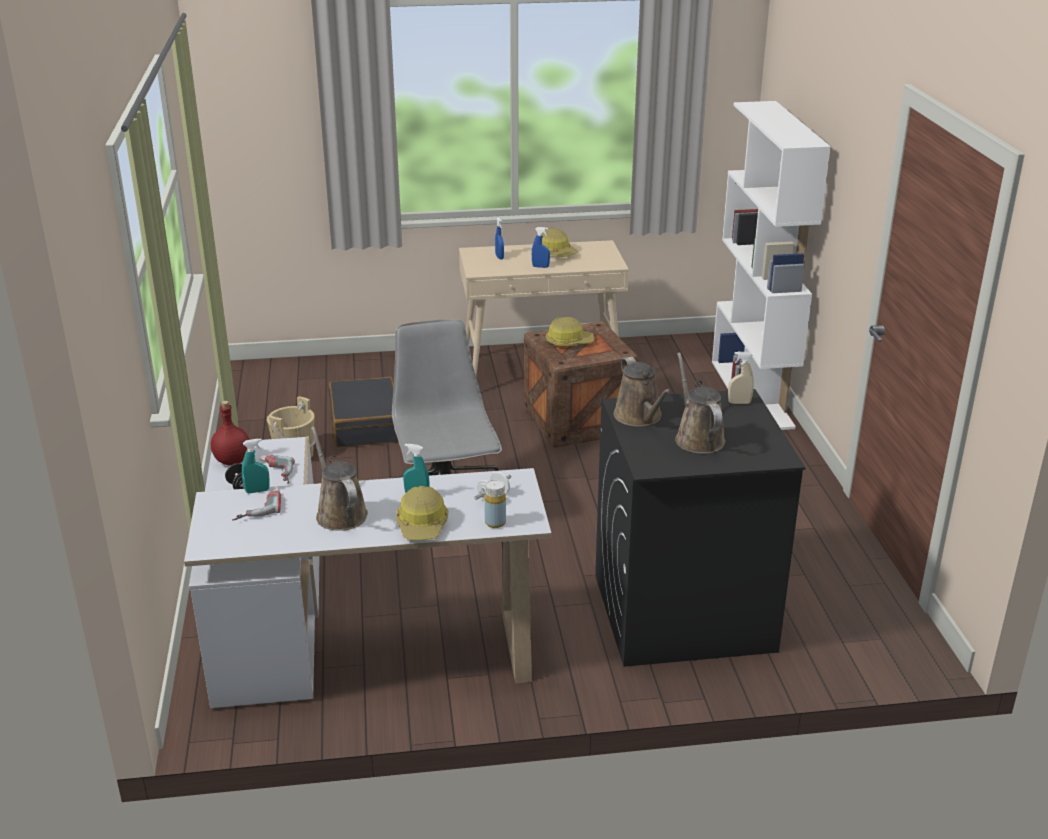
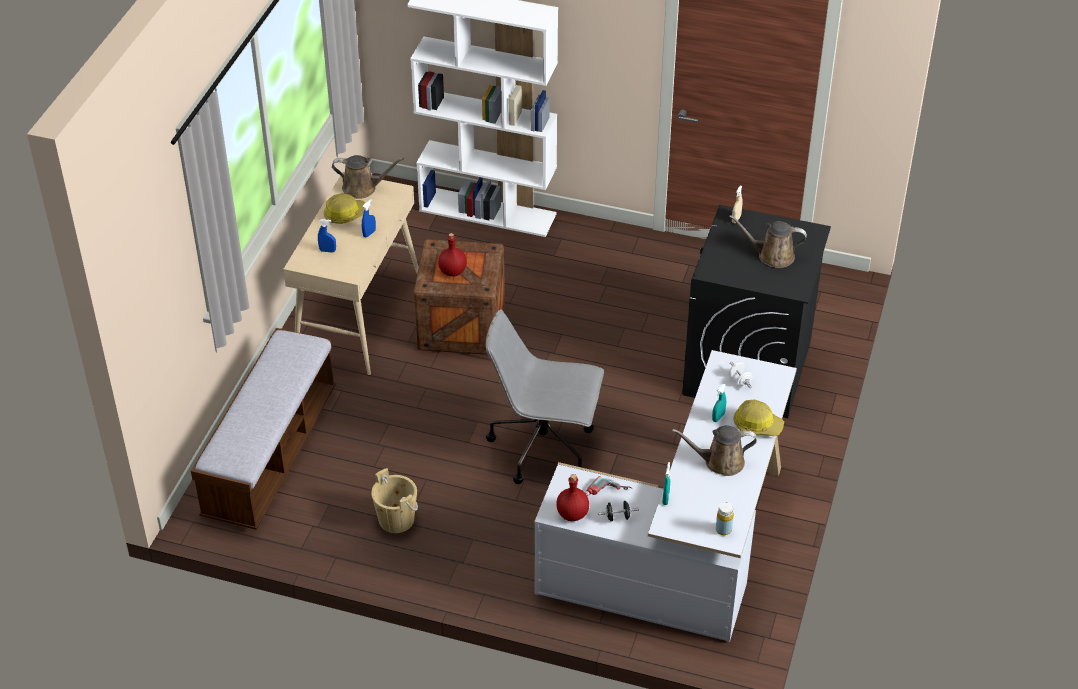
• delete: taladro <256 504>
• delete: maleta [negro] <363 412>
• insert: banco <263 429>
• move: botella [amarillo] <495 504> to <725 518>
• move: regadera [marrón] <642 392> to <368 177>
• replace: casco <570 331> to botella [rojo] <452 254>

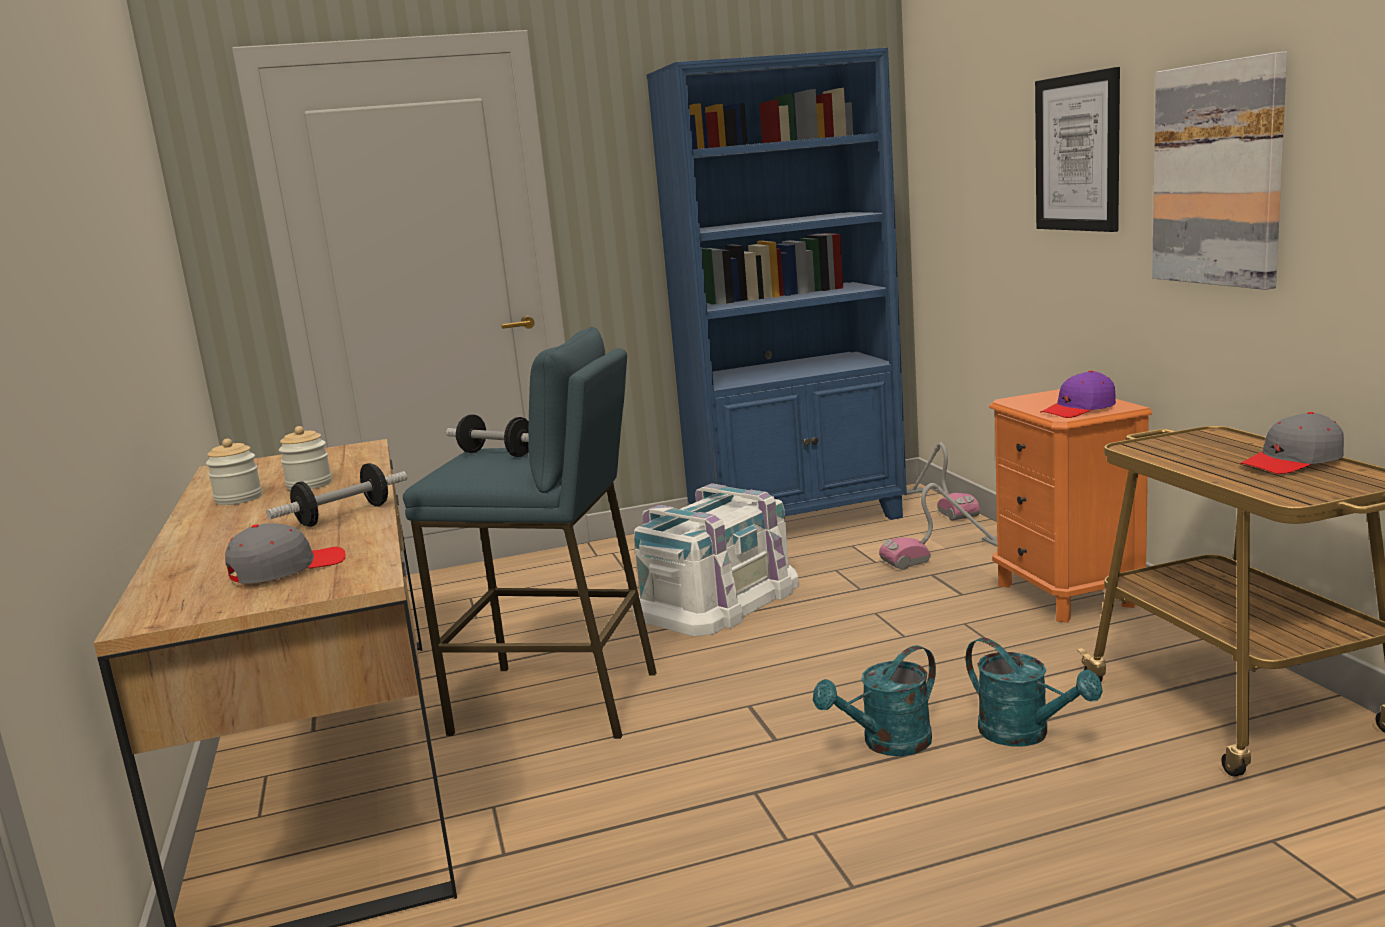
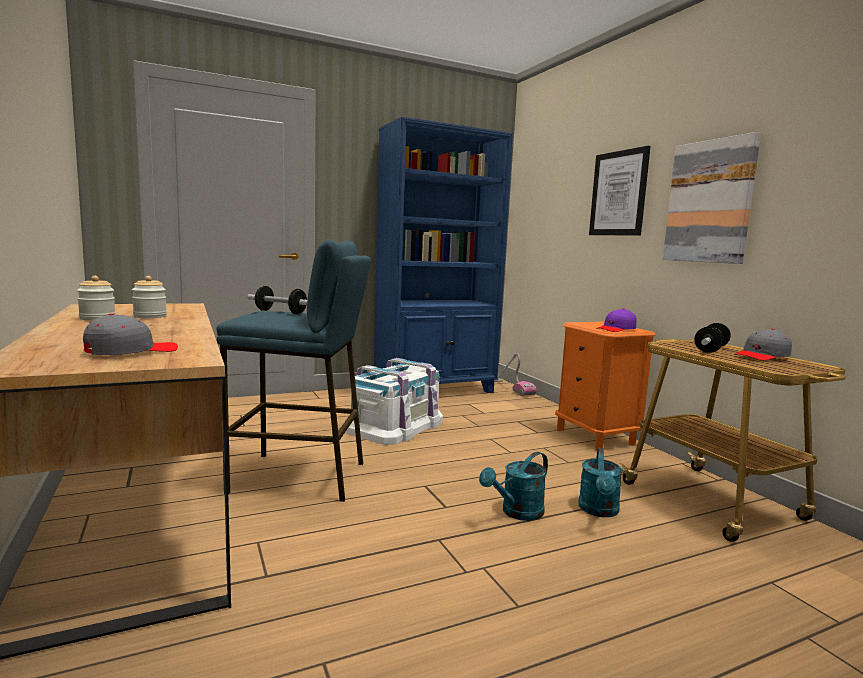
• delete: aspiradora <938 526>
• move: mancuerna <336 495> to <712 338>
• rotate: regadera [turquesa] <1034 691> = <600 482> 60 degrees clockwise

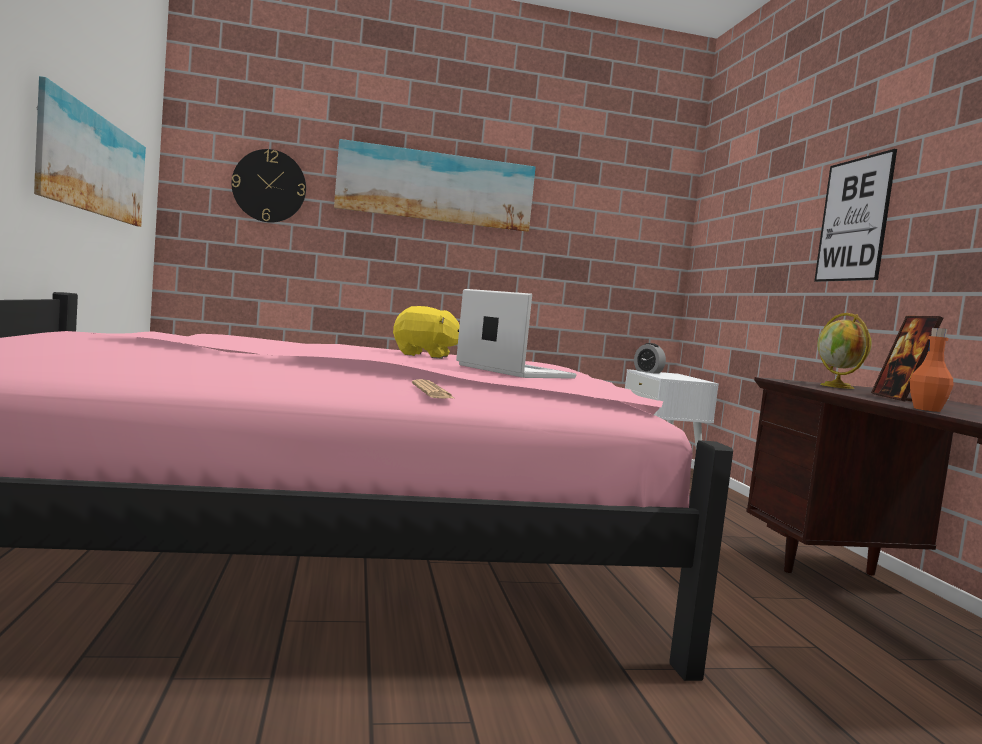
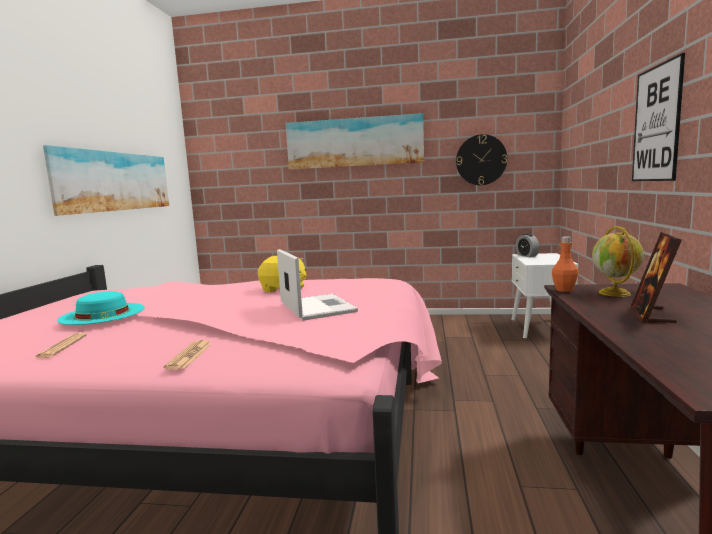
• insert: periódico <61 345>
• insert: sombrero [turquesa] <101 308>
• move: reloj de pared <269 186> to <481 159>
• move: botella [naranja] <931 370> to <565 264>

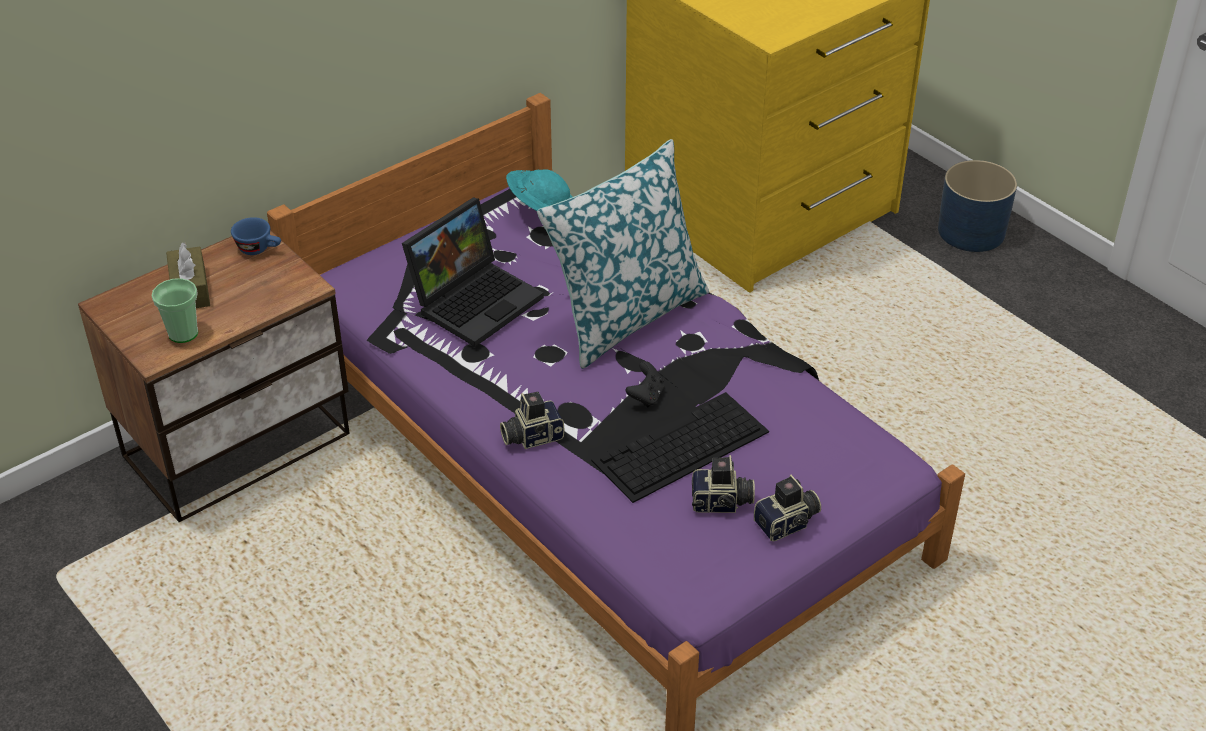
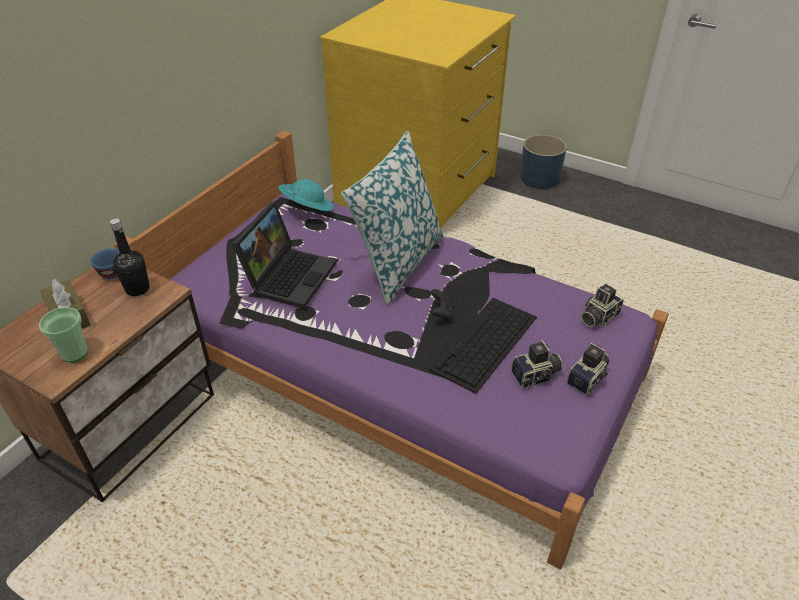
• insert: botella [negro] <130 257>
• move: cámara <532 420> to <602 305>

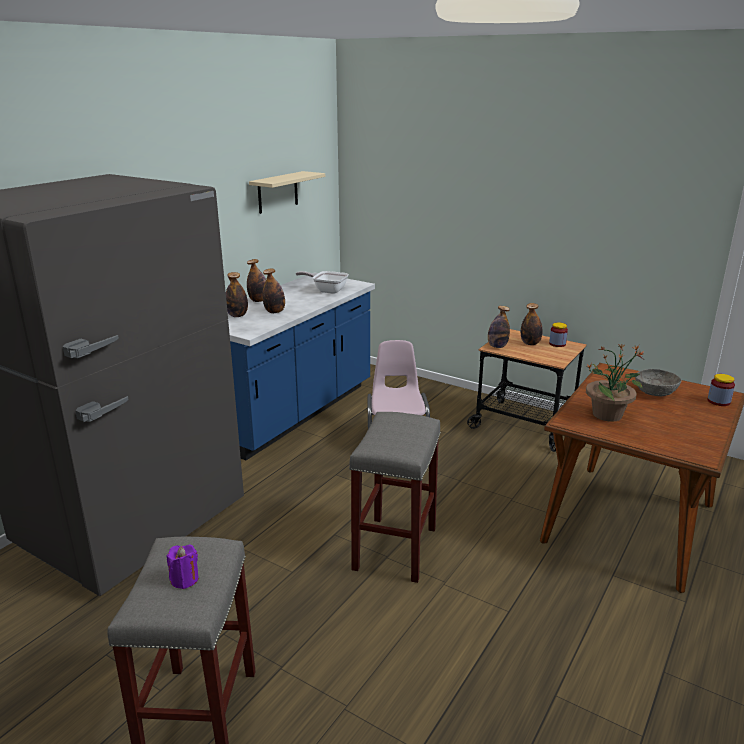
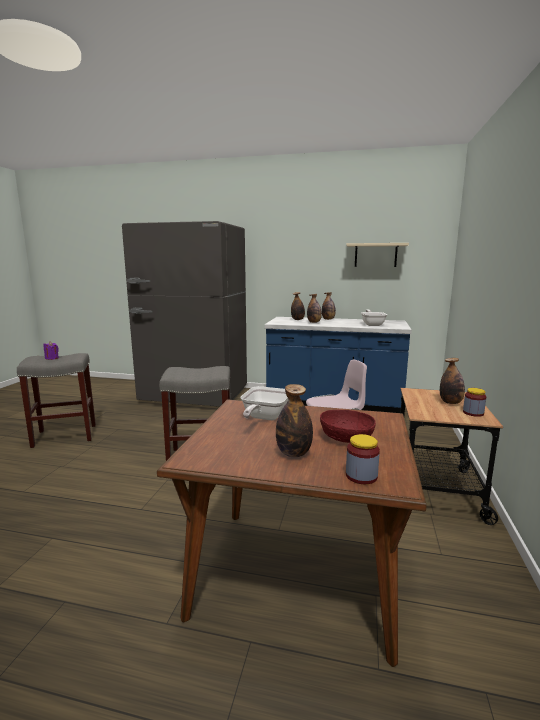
• move: botella <499 327> to <294 420>
• replace: planta en maceta <614 383> to sartén <264 403>
• recolor: cuenco [gris] <658 382> to cuenco [rojo] <348 426>

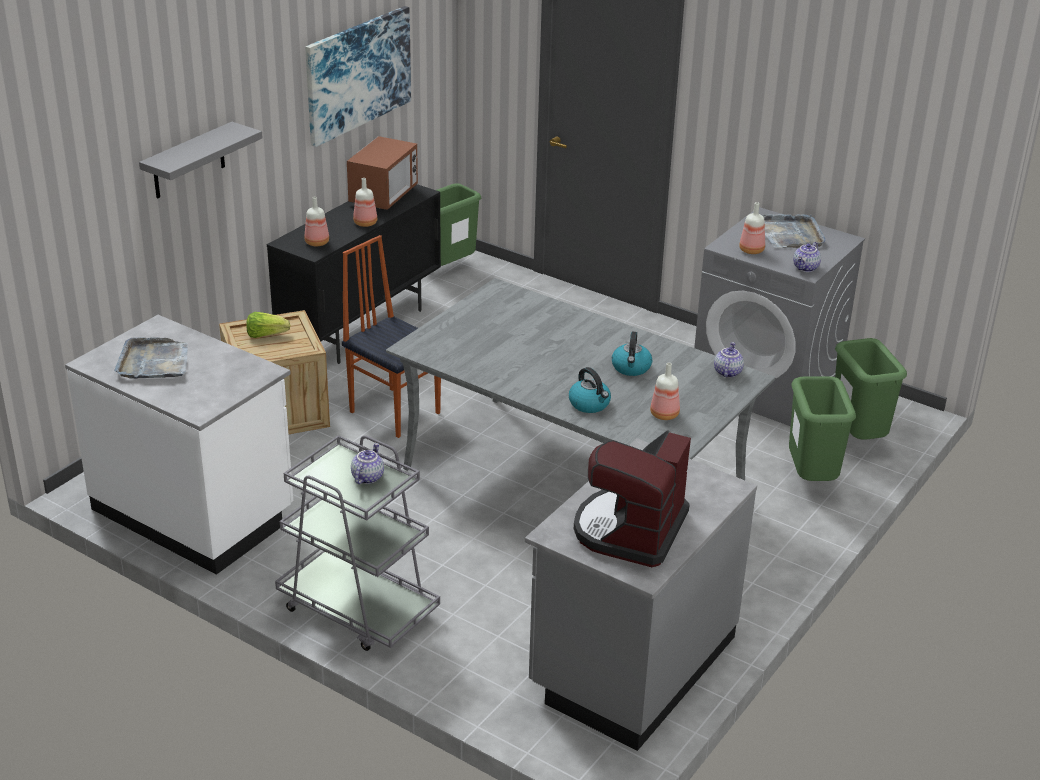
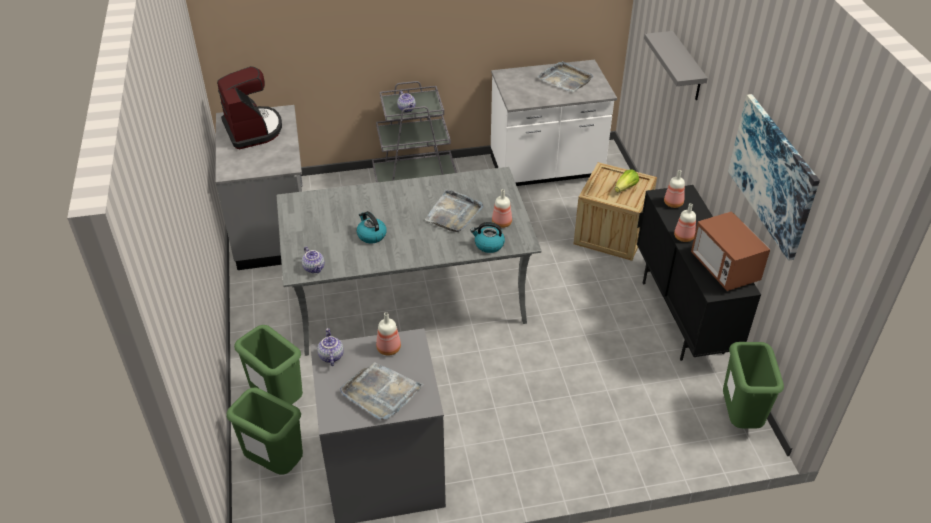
• delete: silla <391 336>
• insert: bandeja [gris] <454 210>
• move: hervidor <590 390> to <487 237>
• move: botella <665 391> to <502 208>

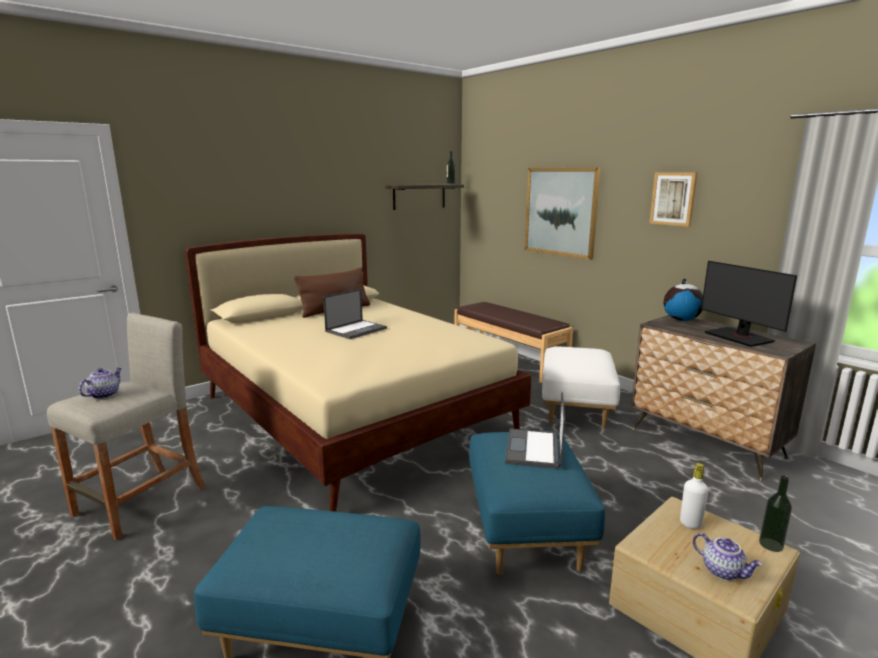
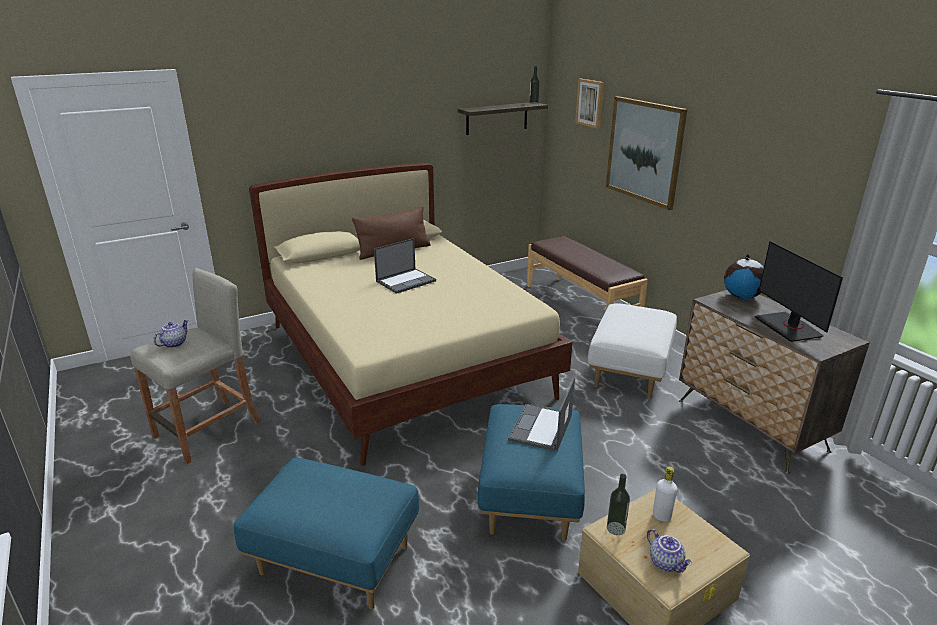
• move: cuadro <673 200> to <589 104>
• move: botella <775 513> to <618 504>

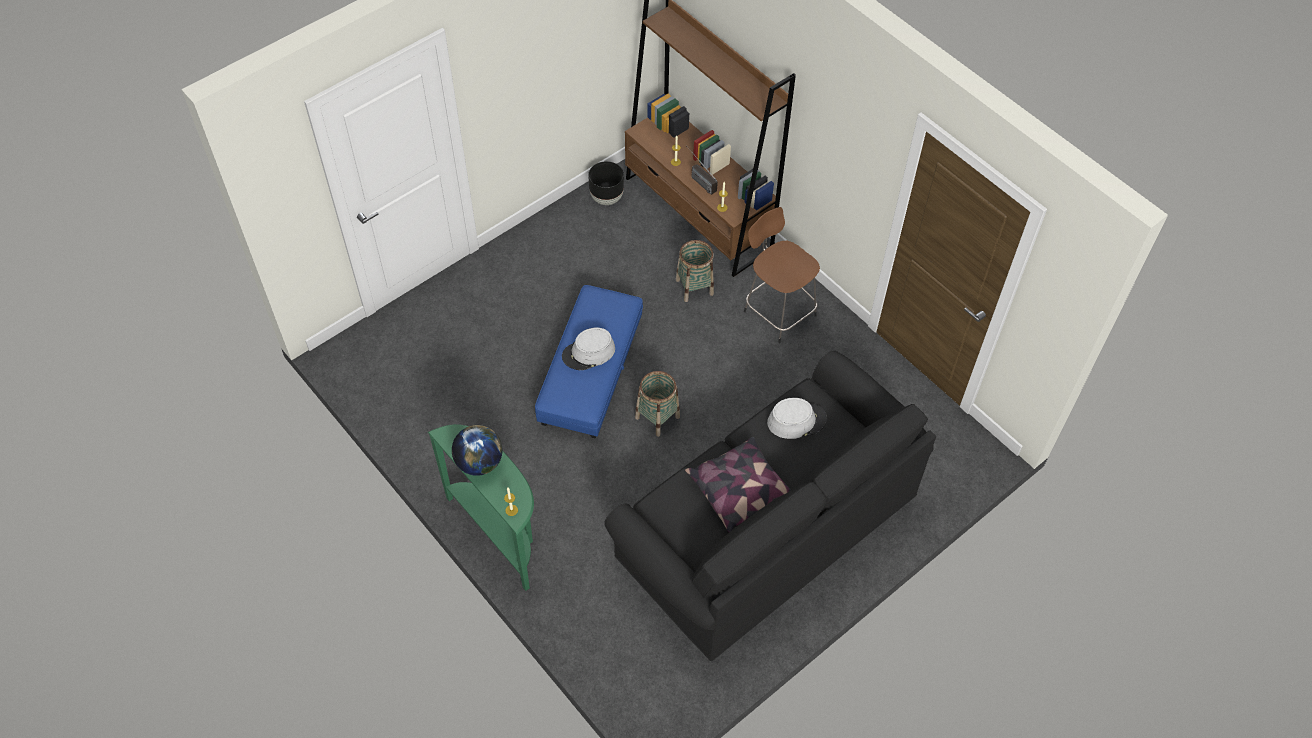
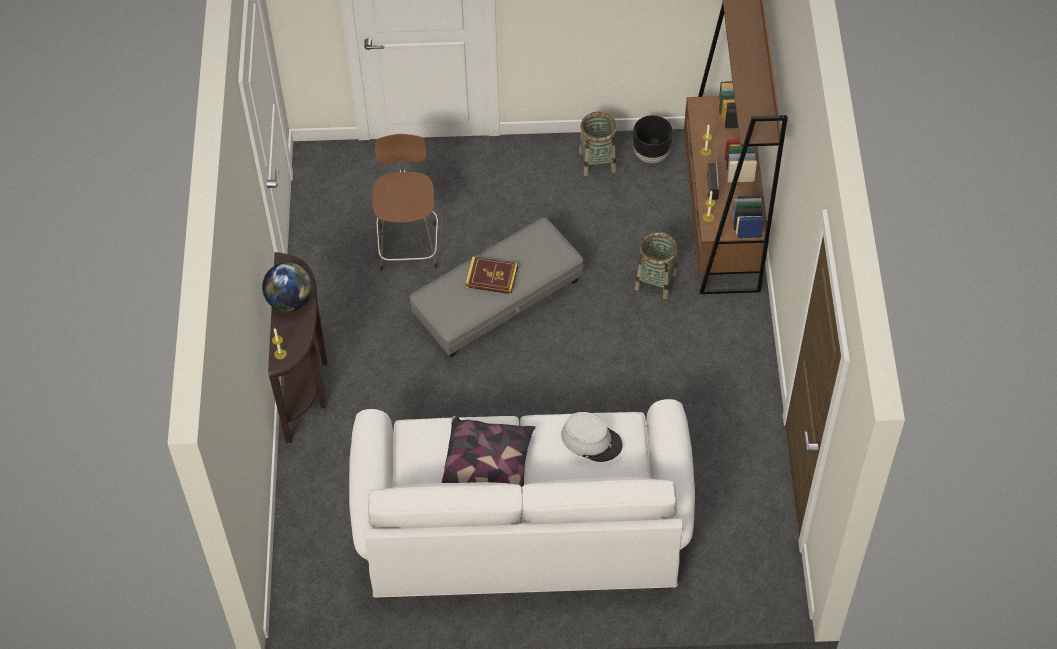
• move: cesta <657 404> to <598 144>
• move: taburete [marrón] <782 275> to <405 202>
• replace: sombrero [gris] <588 349> to libro <491 276>
• recolor: mesa consola [verde] <481 507> to mesa consola [marrón] <298 347>
• recolor: puf [azul] <589 362> to puf [gris] <496 288>
• recolor: sofá [negro] <770 505> to sofá [blanco] <522 498>

